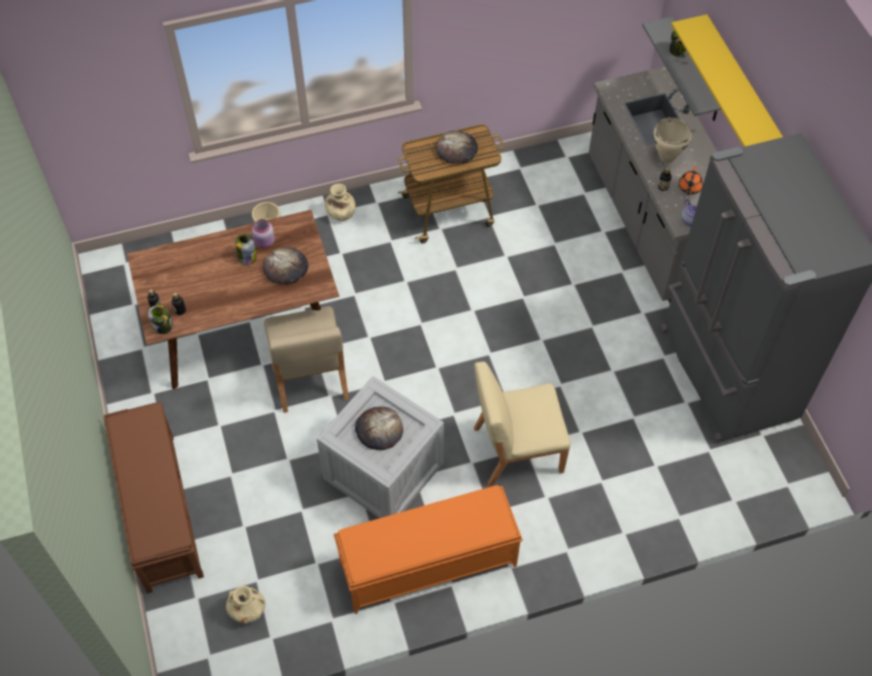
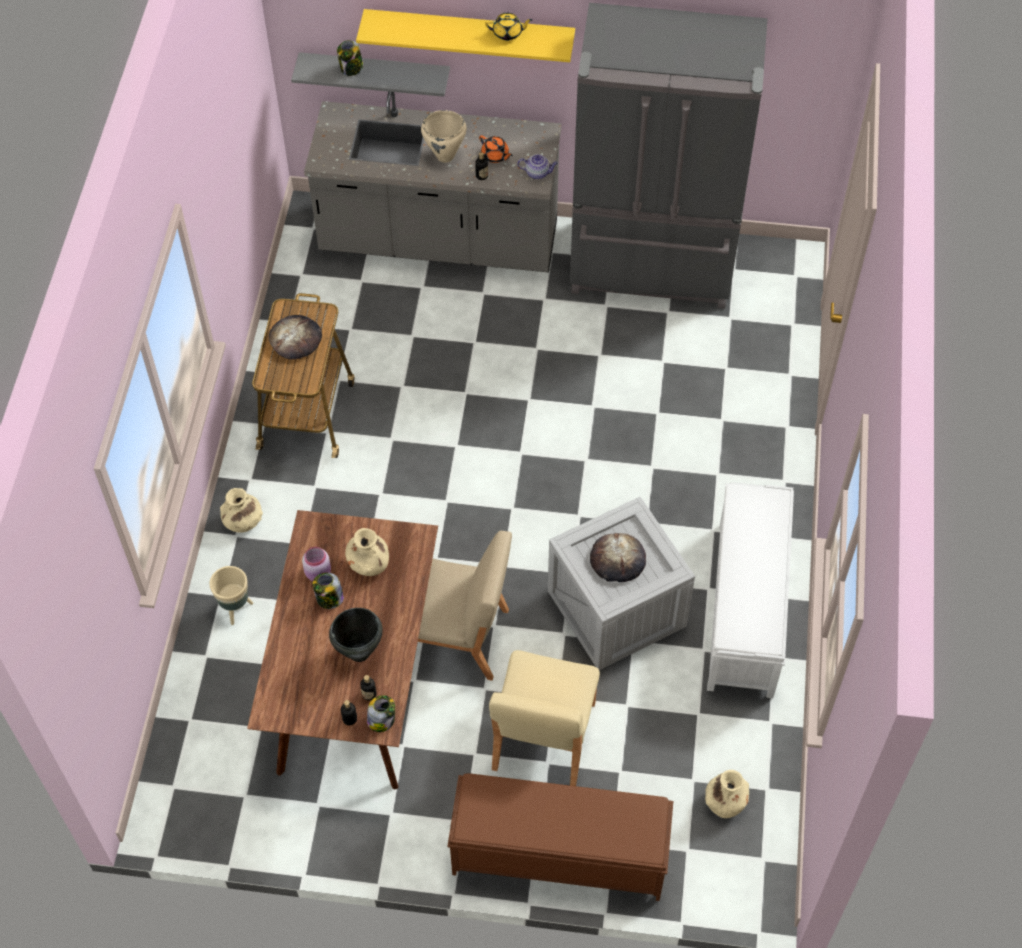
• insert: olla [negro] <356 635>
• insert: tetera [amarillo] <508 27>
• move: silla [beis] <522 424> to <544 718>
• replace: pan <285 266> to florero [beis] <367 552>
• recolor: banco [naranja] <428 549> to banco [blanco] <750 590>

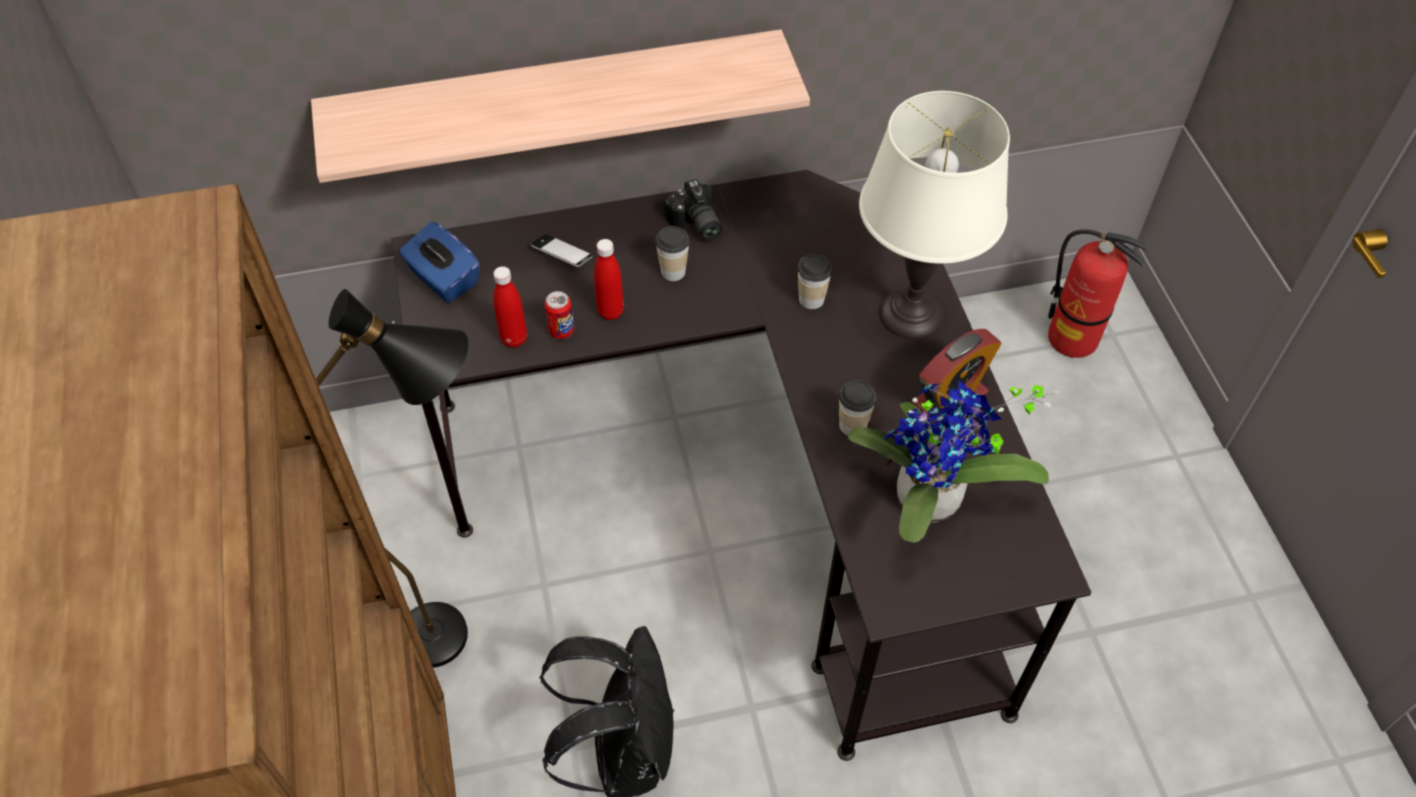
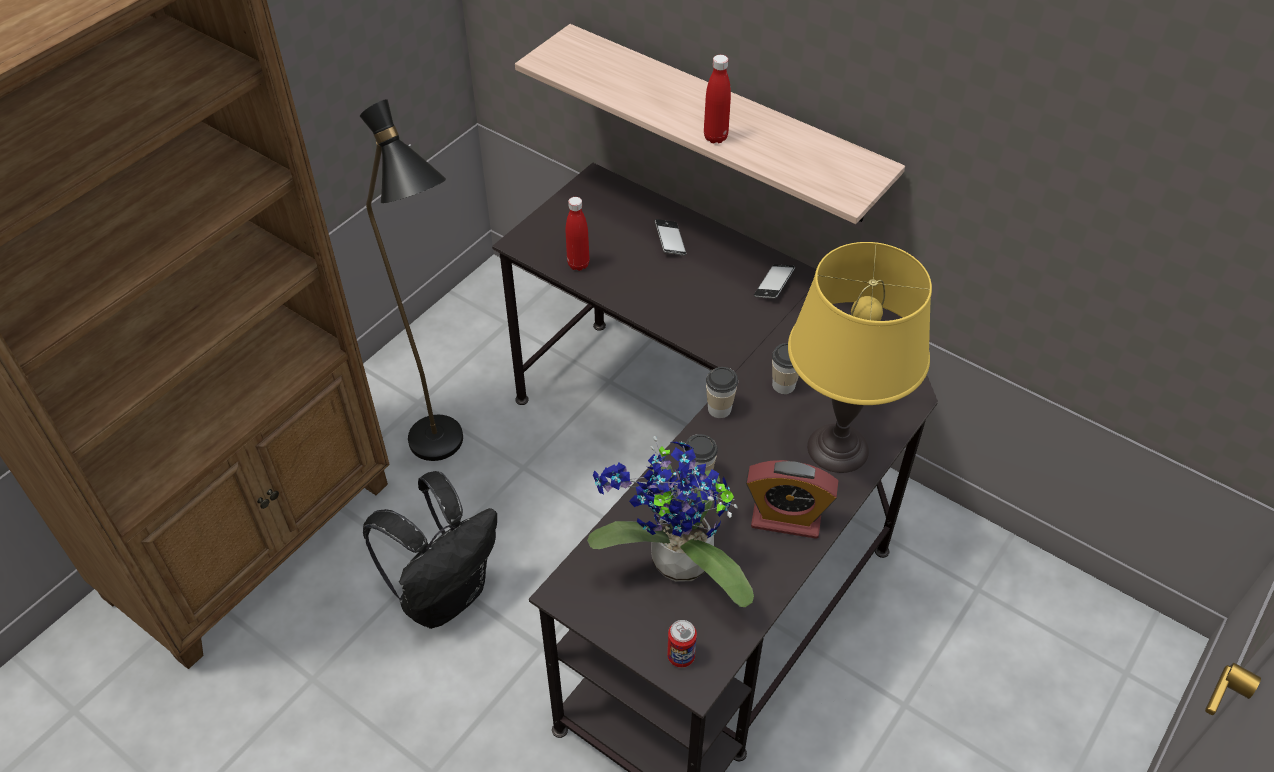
• delete: caja de pañuelos [azul] <439 262>
• delete: extintor <1098 293>
• move: lata <559 315> to <682 644>
• move: botella [rojo] <609 279> to <717 99>
• move: taza <672 253> to <722 392>
• replace: cámara <693 210> to móvil <774 281>
• recolor: lámpara de mesa [blanco] <934 215> to lámpara de mesa [amarillo] <860 357>

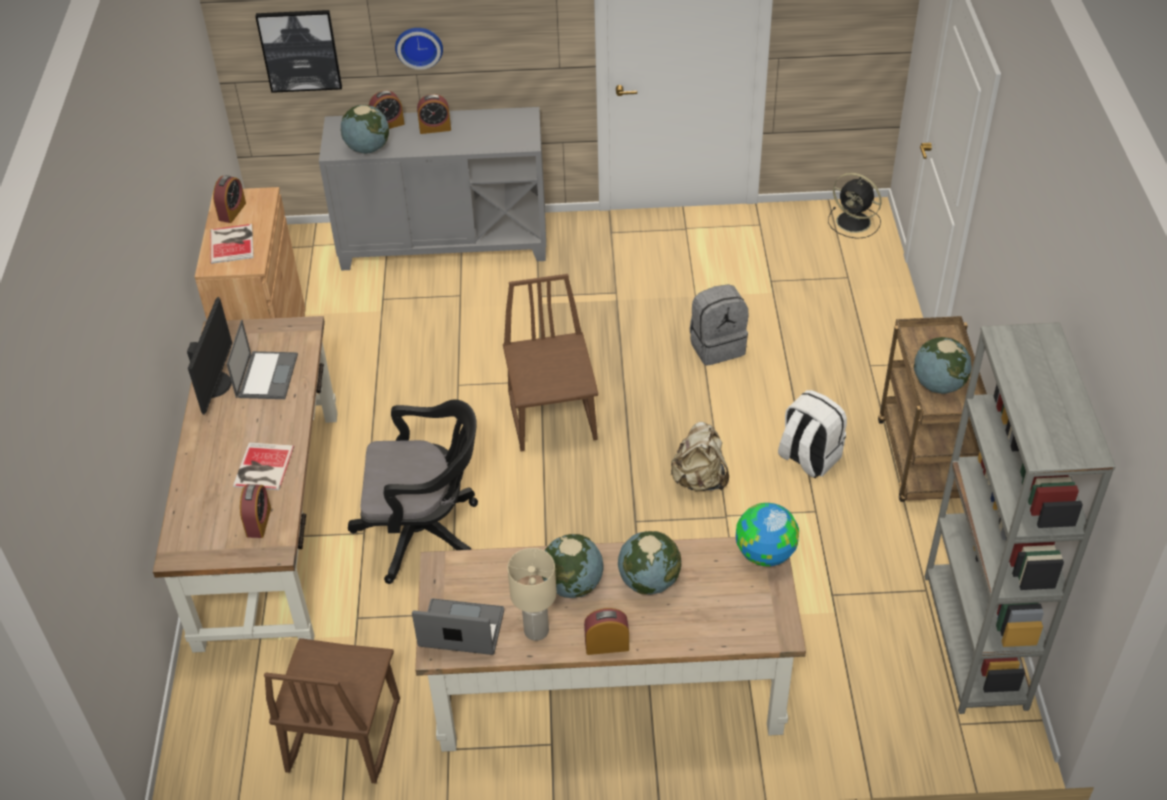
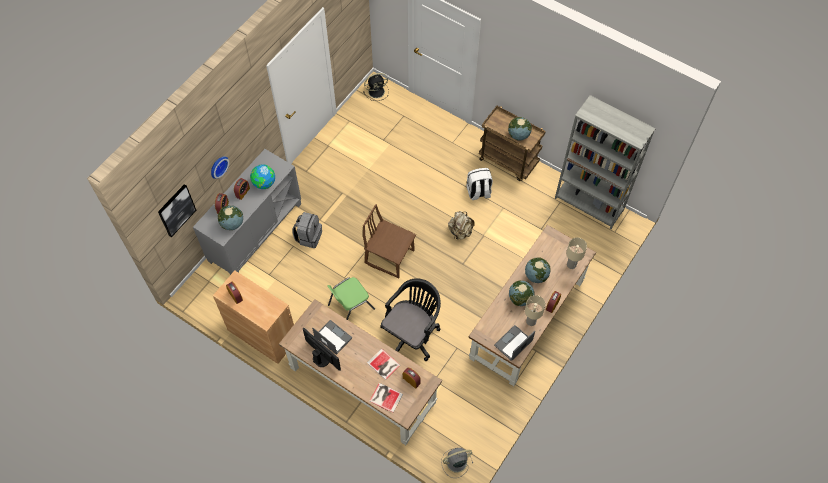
• delete: silla [marrón] <332 711>
• insert: silla [verde] <351 298>
• insert: ventilador [gris] <457 463>
• insert: lámpara de mesa [beis] <576 253>
• move: libro <232 244> to <386 398>
• move: mochila [gris] <719 325> to <307 230>
• move: globo terráqueo <767 534> to <262 177>

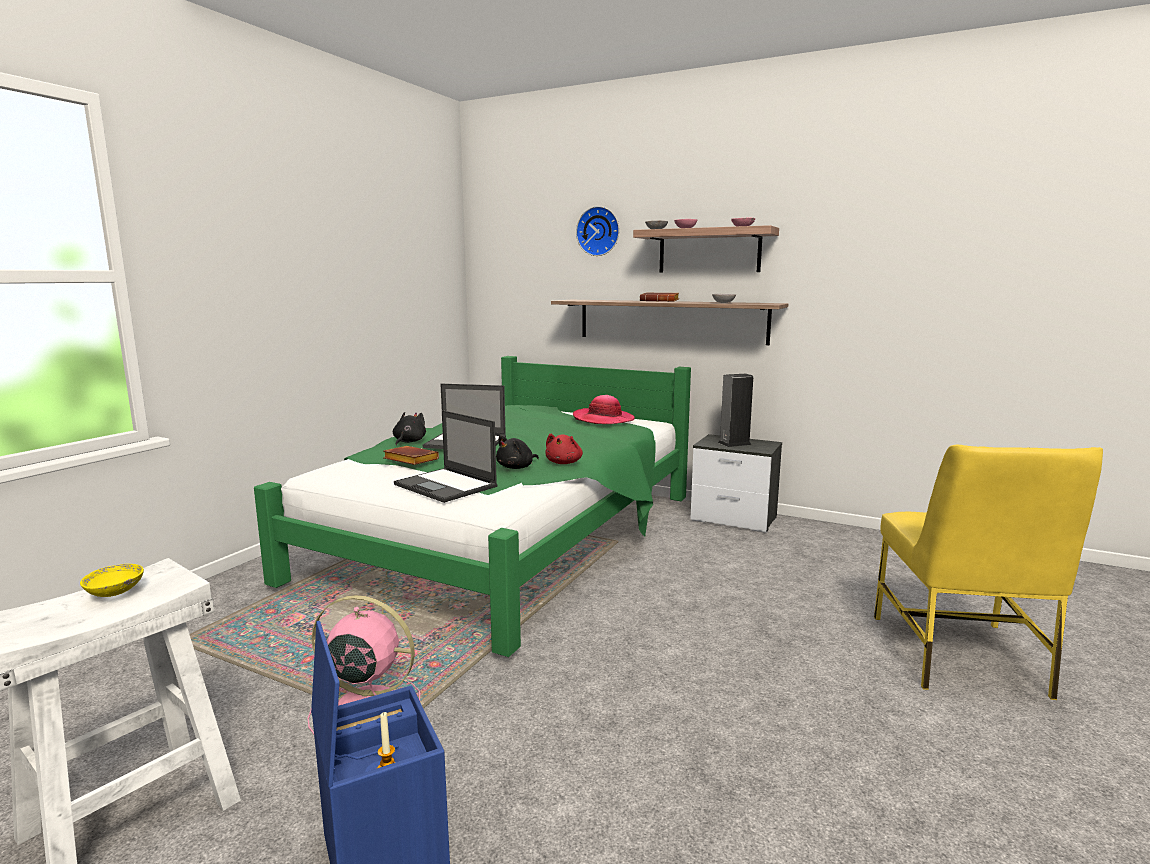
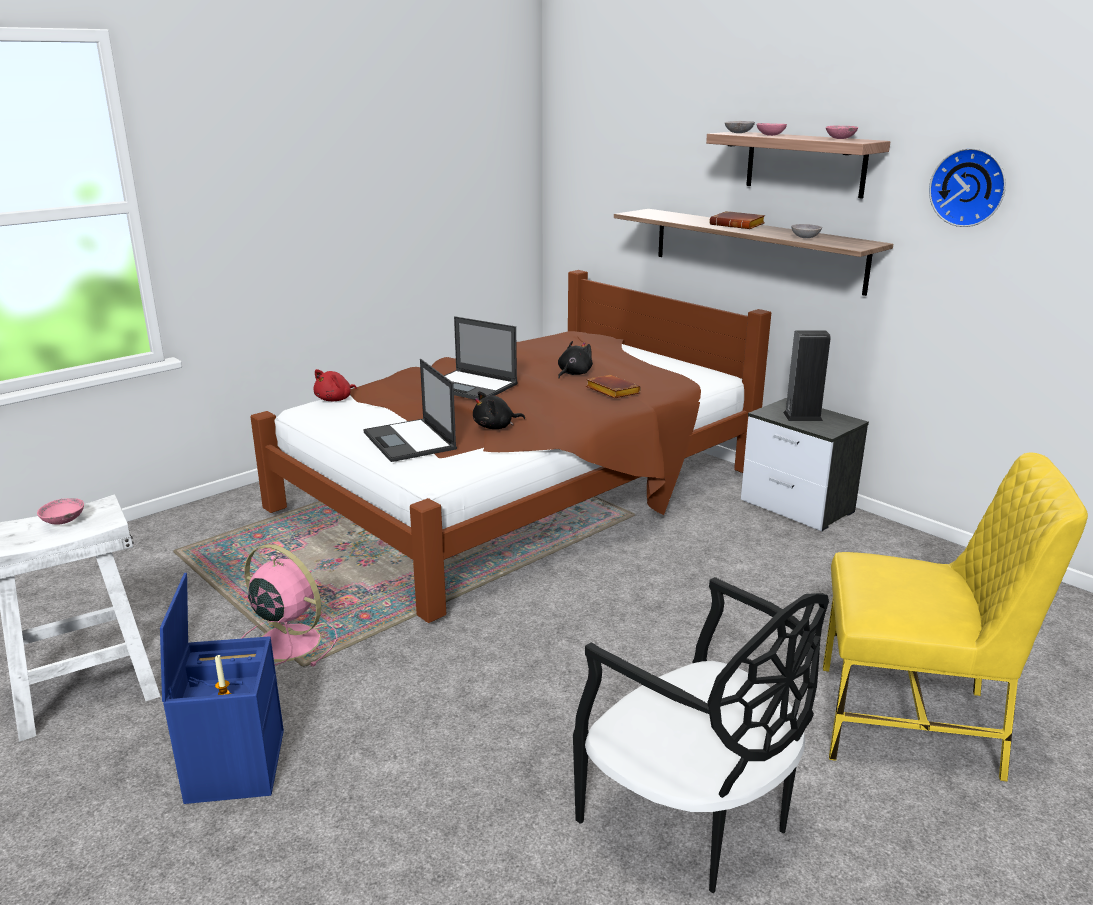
• delete: sombrero <604 409>
• insert: silla [negro] <701 735>
• move: libro [marrón] <411 455> to <613 386>
• move: peluche [negro] <409 429> to <575 359>
• move: peluche [rojo] <564 449> to <335 385>
• move: reloj de pared <597 231> to <967 187>
• recolor: cuenco [amarillo] <112 580> to cuenco [rosa] <60 511>
• recolor: cama [verde] <472 506> to cama [marrón] <510 446>
• rotate: silla [amarillo] <988 572> = <955 617> 105 degrees counterclockwise

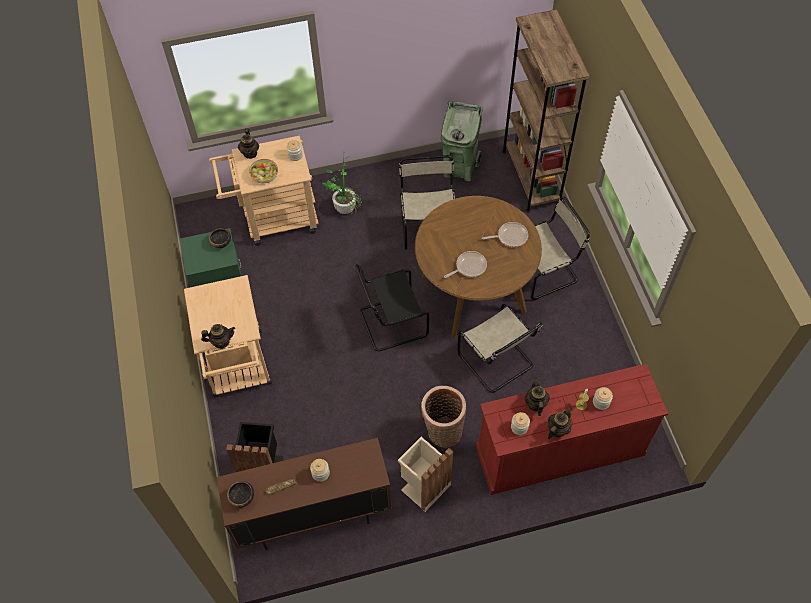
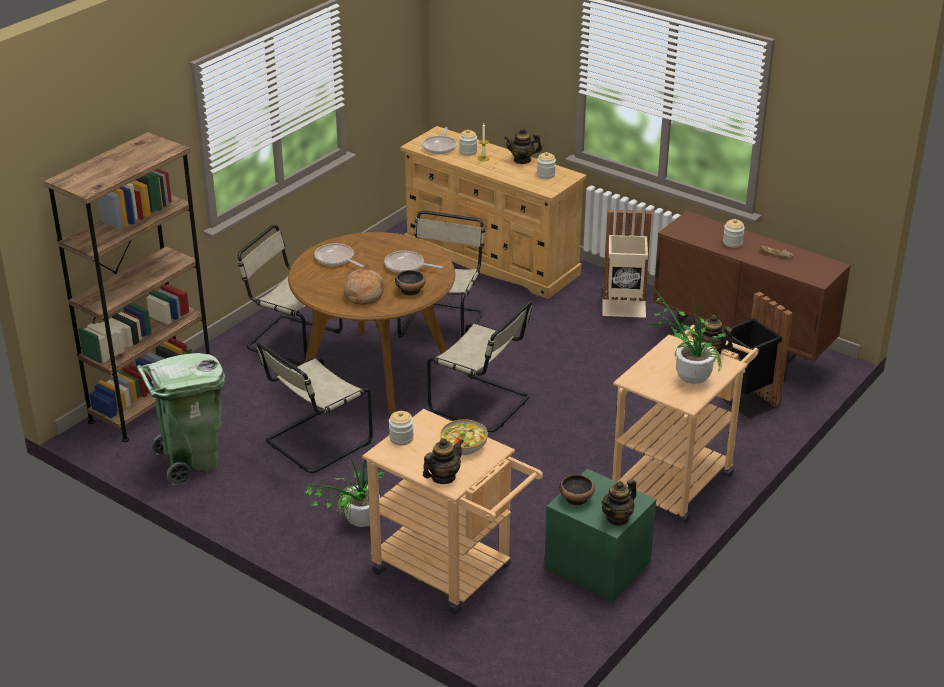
• delete: cesta <444 417>
• insert: pan <364 287>
• insert: sartén <439 140>
• insert: planta en maceta <687 333>
• move: cuenco <240 494> to <410 283>
• move: tetera <537 396> to <619 502>
• recolor: silla [negro] <392 307> to silla [beis] <479 366>
• recolor: cómoda [rojo] <572 429> to cómoda [beis] <493 212>

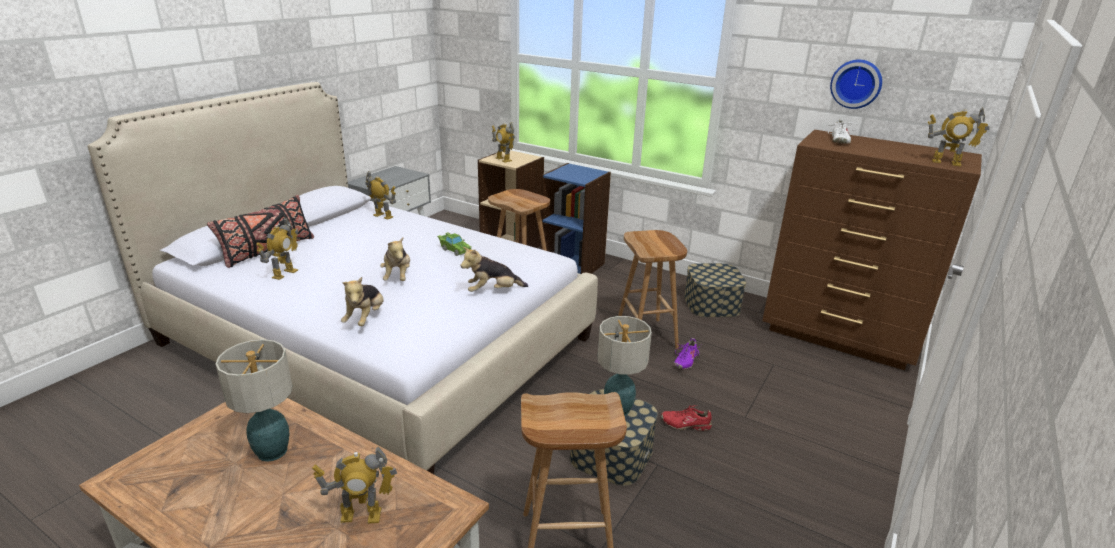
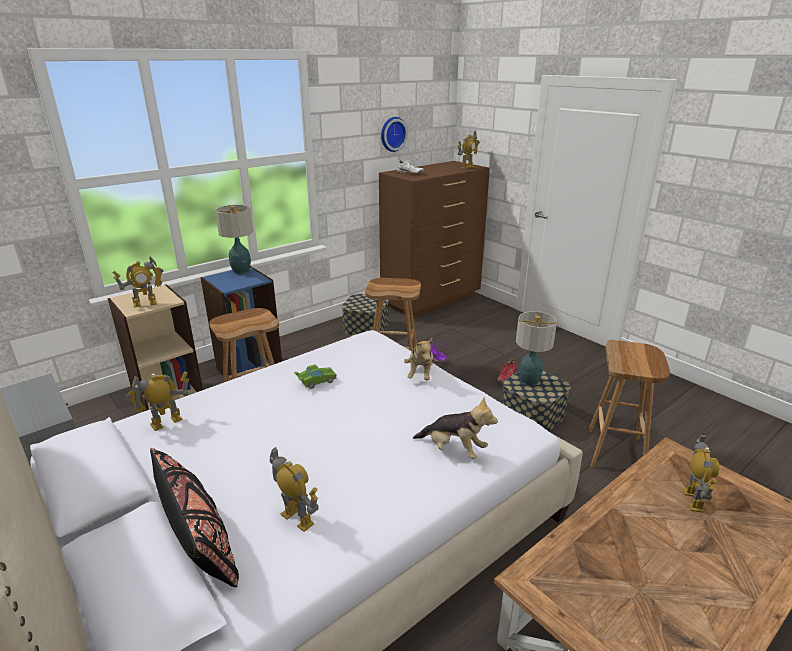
• delete: peluche <395 259>
• move: lámpara de mesa <253 400> to <234 239>

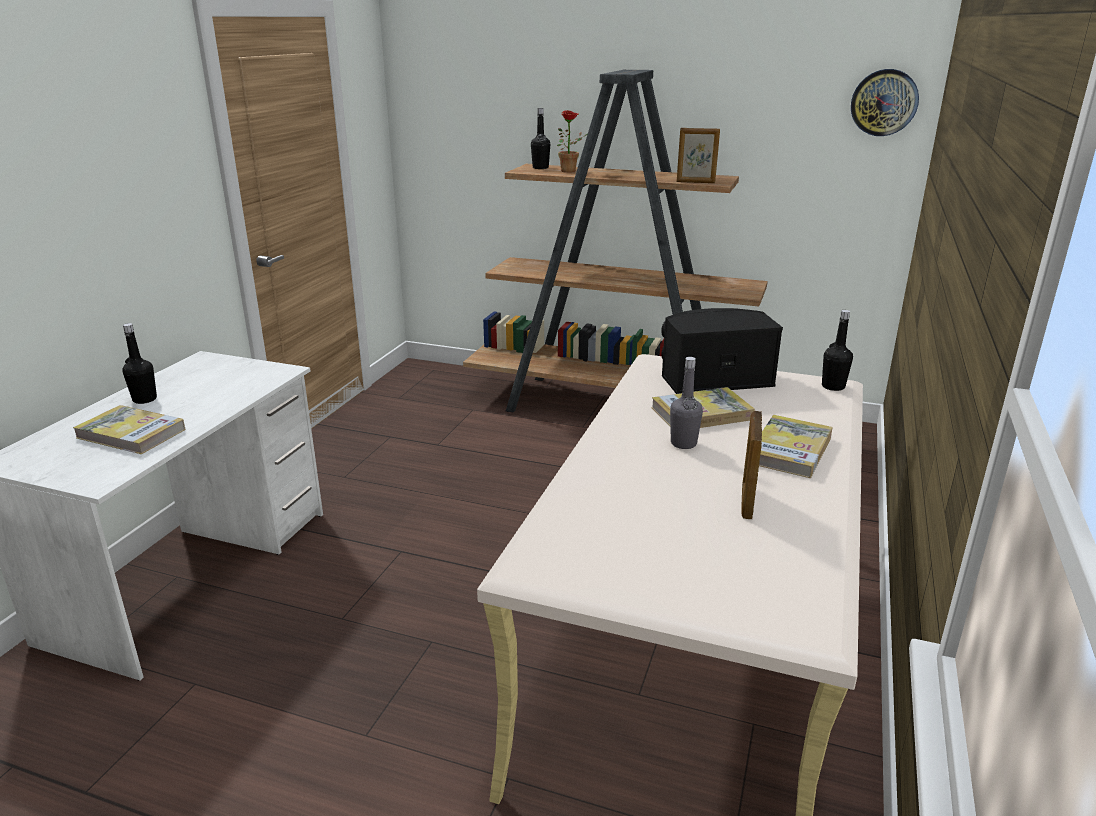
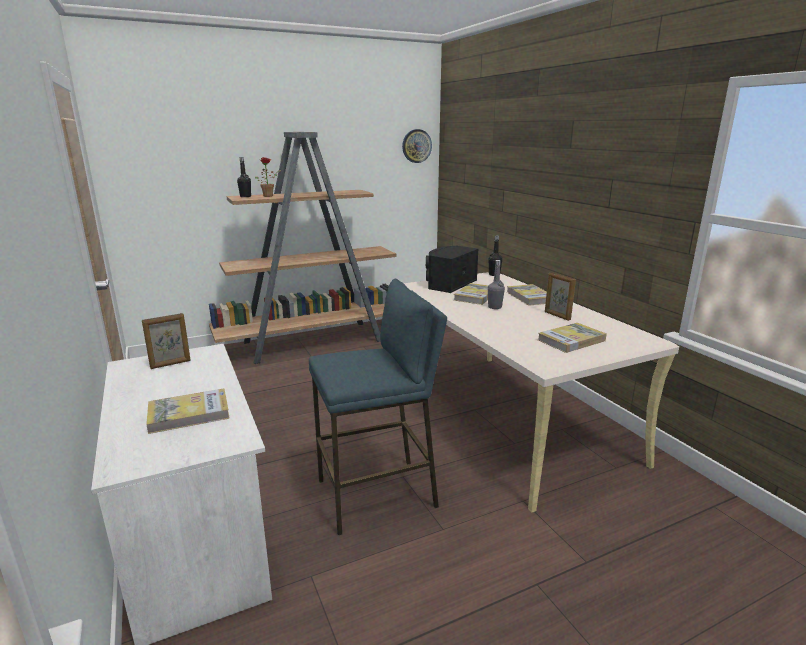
• delete: botella [negro] <139 363>
• insert: taburete [azul] <378 407>
• insert: libro <572 338>
• move: portarretratos <698 155> to <166 341>

